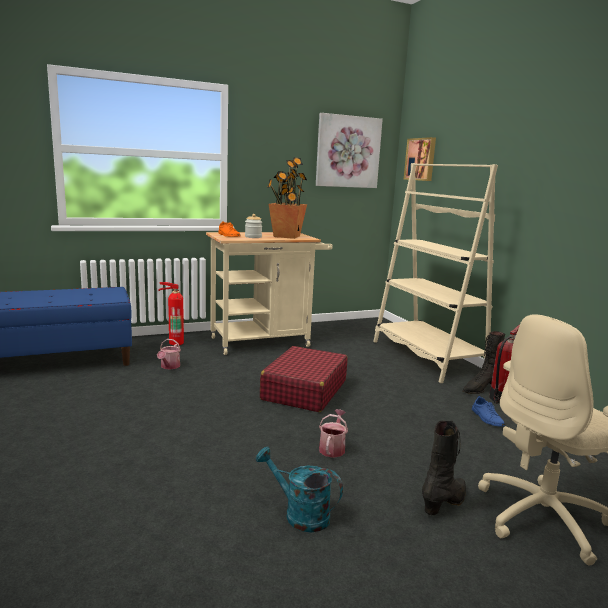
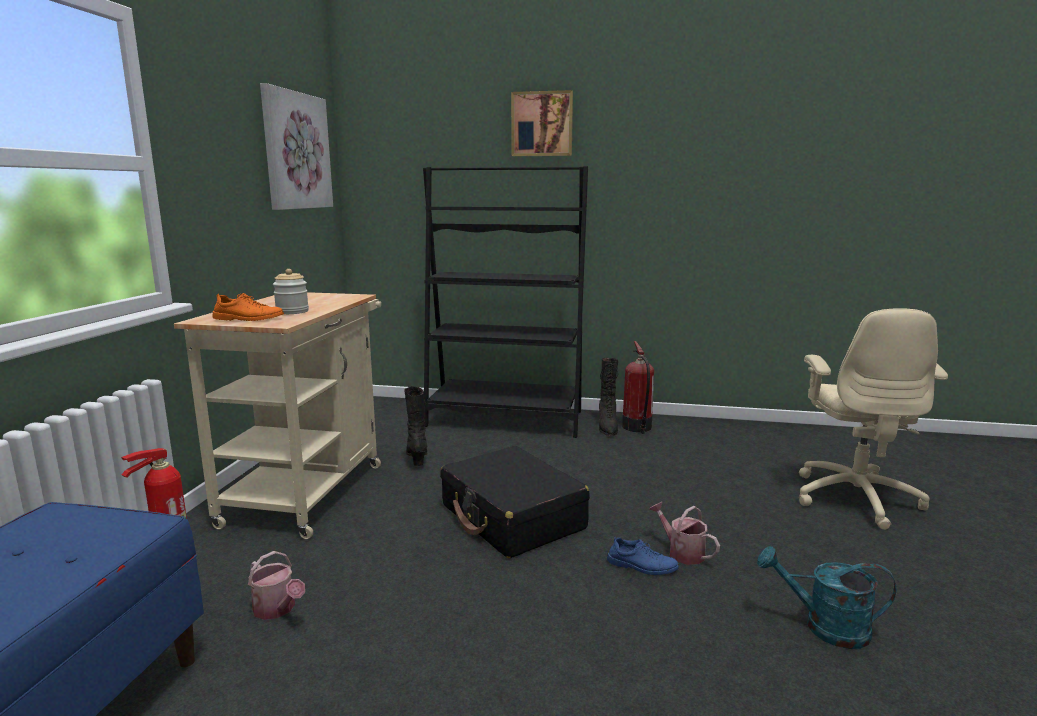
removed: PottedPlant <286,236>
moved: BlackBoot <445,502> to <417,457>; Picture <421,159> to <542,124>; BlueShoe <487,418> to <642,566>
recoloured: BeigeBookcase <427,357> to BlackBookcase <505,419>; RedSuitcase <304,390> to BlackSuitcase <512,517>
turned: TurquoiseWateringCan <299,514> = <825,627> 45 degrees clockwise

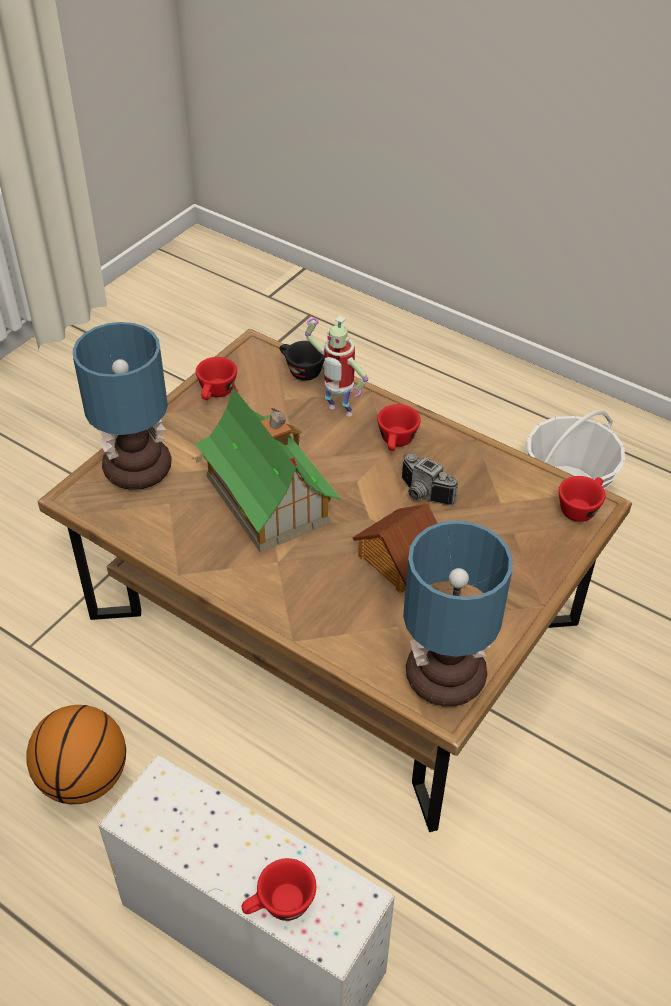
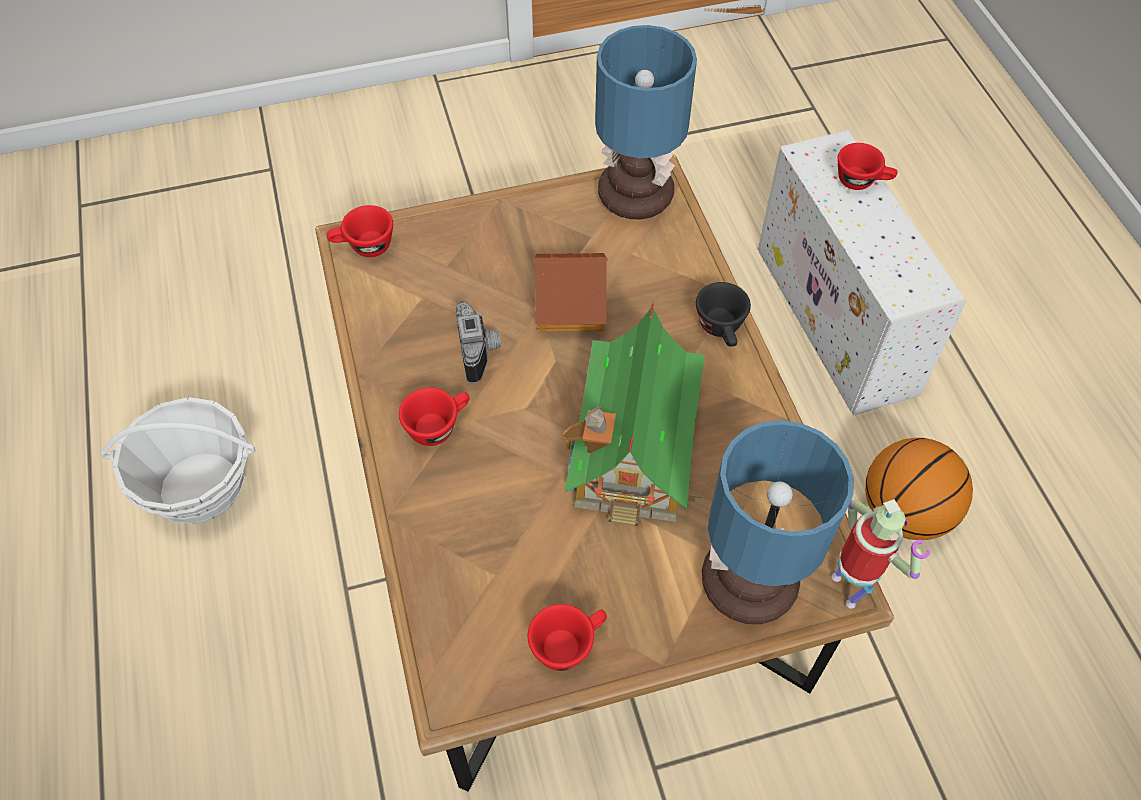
moved: BlackCup <300,371> to <722,330>; ToyRobot <337,412> to <849,589>

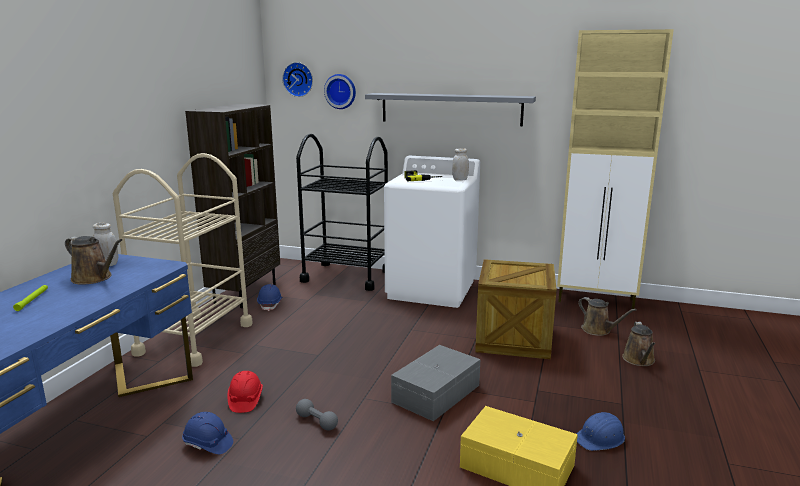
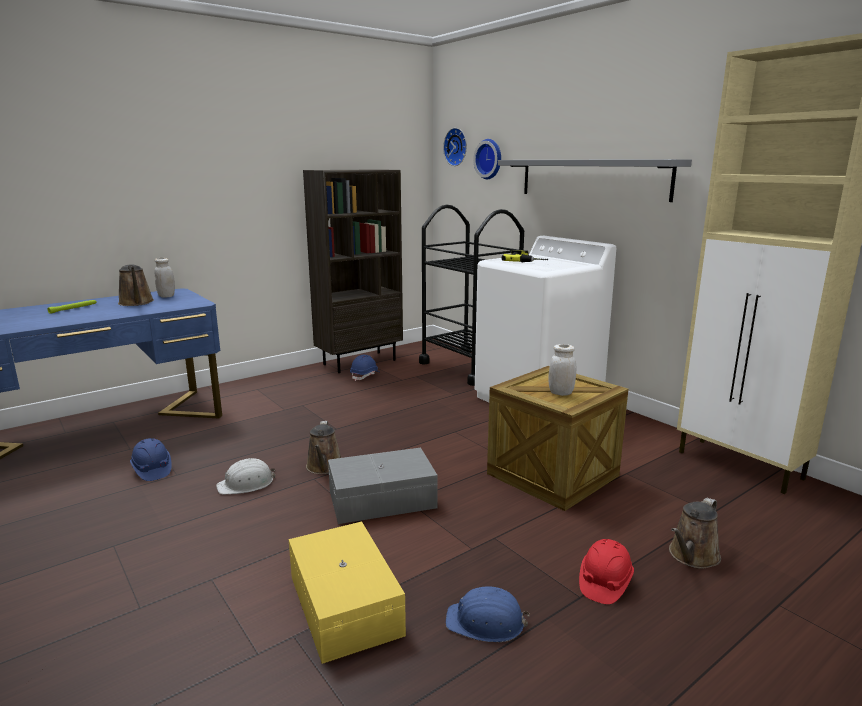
removed: BeigeCart <195,338>
moved: BrownWateringCan <598,330> to <324,467>; WhiteJar <460,180> to <560,393>; RedHardHat <245,400> to <604,582>
replaced: GreyDumbbell <316,422> to WhiteHardHat <246,484>

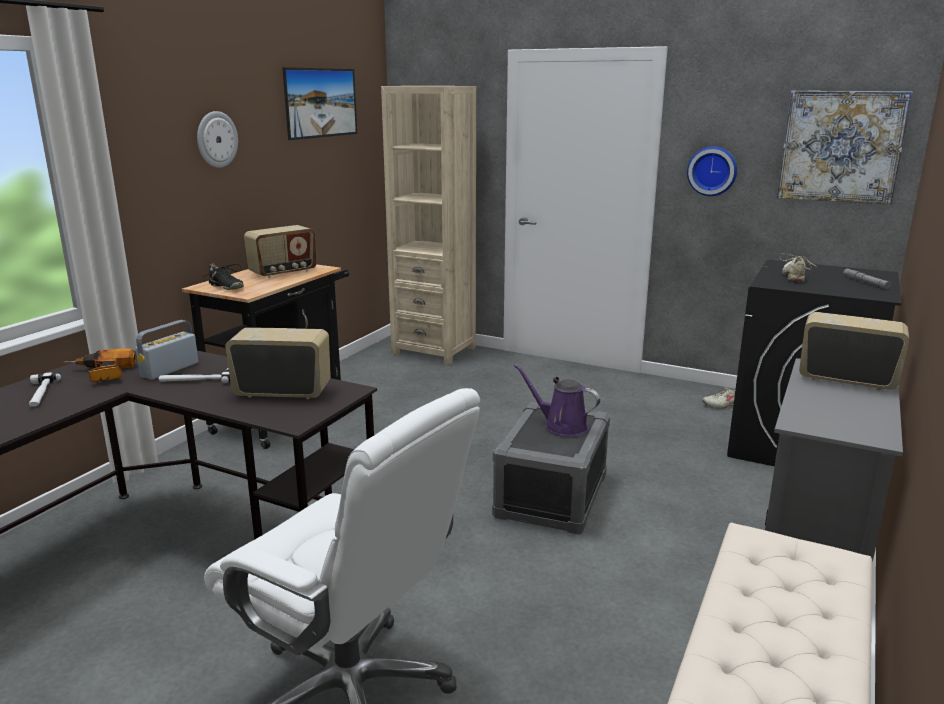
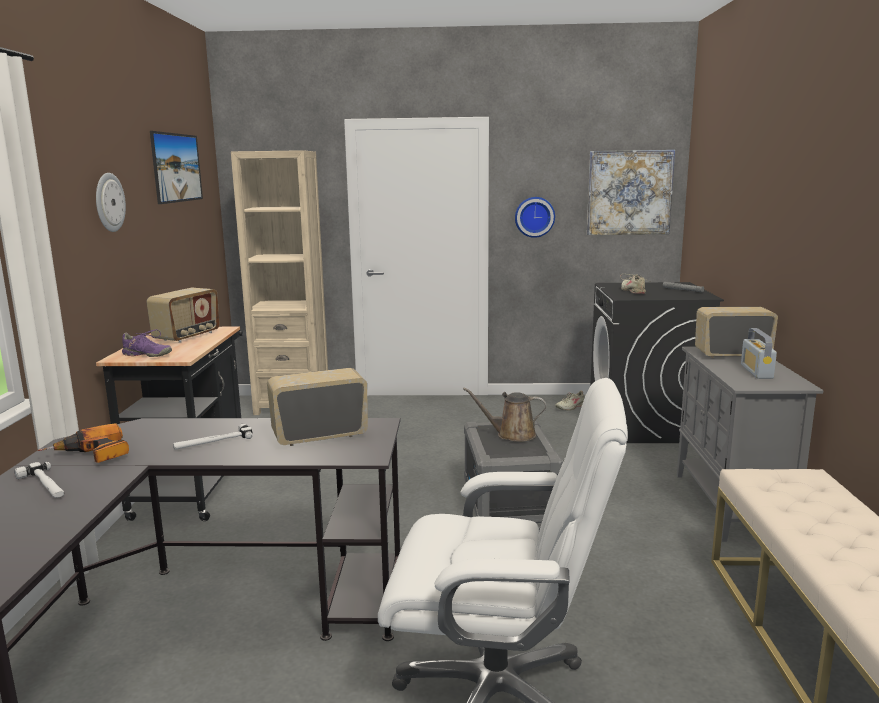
moved: Radio <169,369> to <756,371>
recoloured: BlackShoe <226,287> to PurpleShoe <147,355>; PurpleWateringCan <561,426> to BrownWateringCan <512,435>

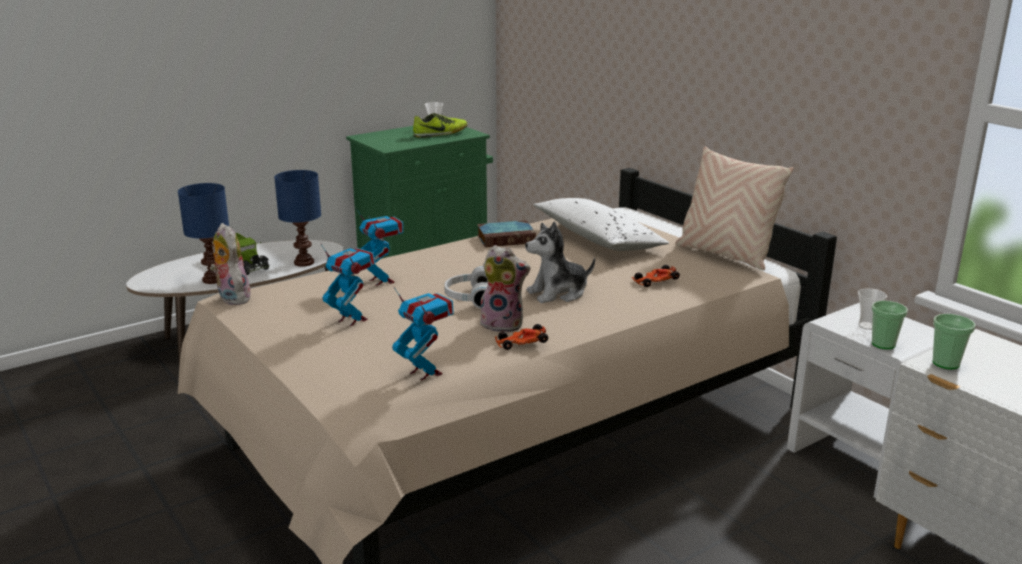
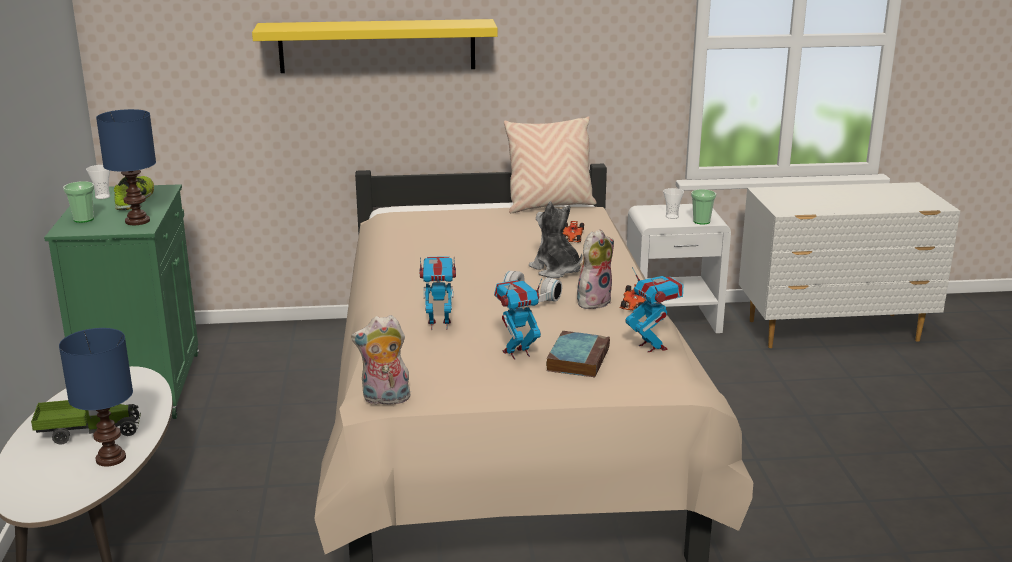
removed: WhitePillow <598,239>
added: YellowShelf <377,46>
moved: Cup <946,363> to <83,219>; BlueTableLamp <304,262> to <137,221>; Book <507,238> to <578,359>
turned: PlushToy <558,293> = <556,270> 135 degrees clockwise; ToyRobot <425,373> = <652,346> 75 degrees clockwise

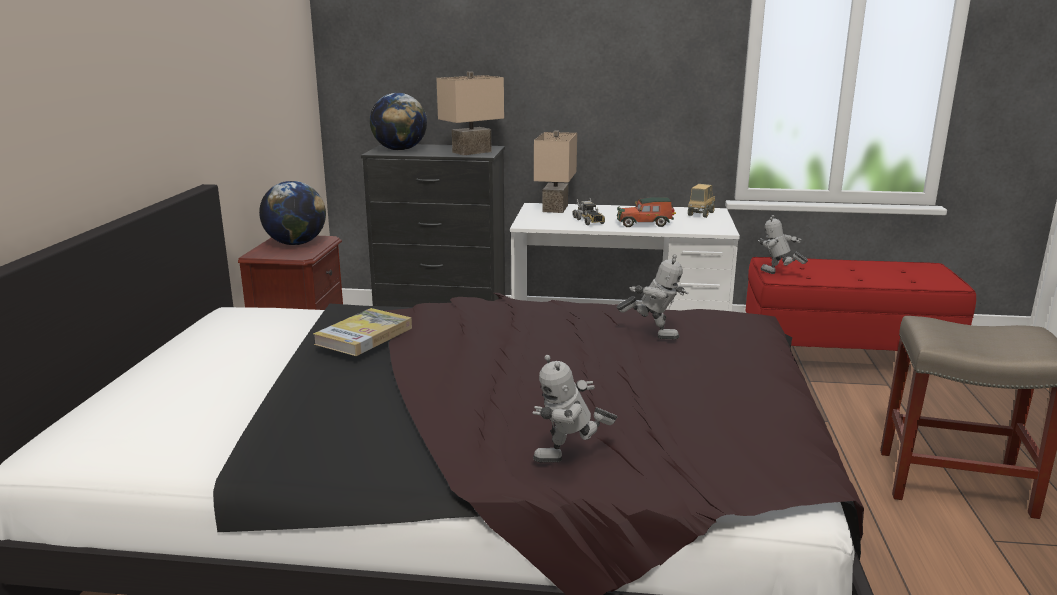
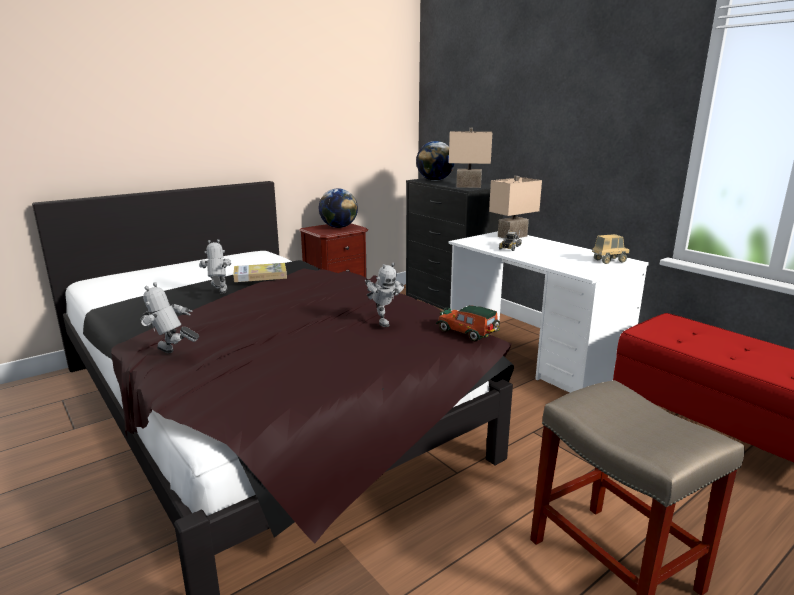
moved: ToyRobot <778,275> to <219,295>; ToyCar <645,224> to <468,333>

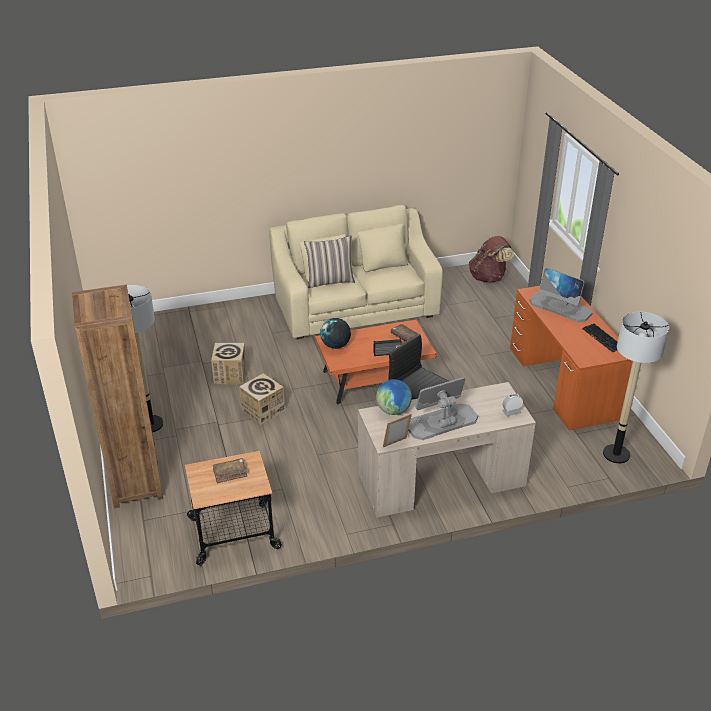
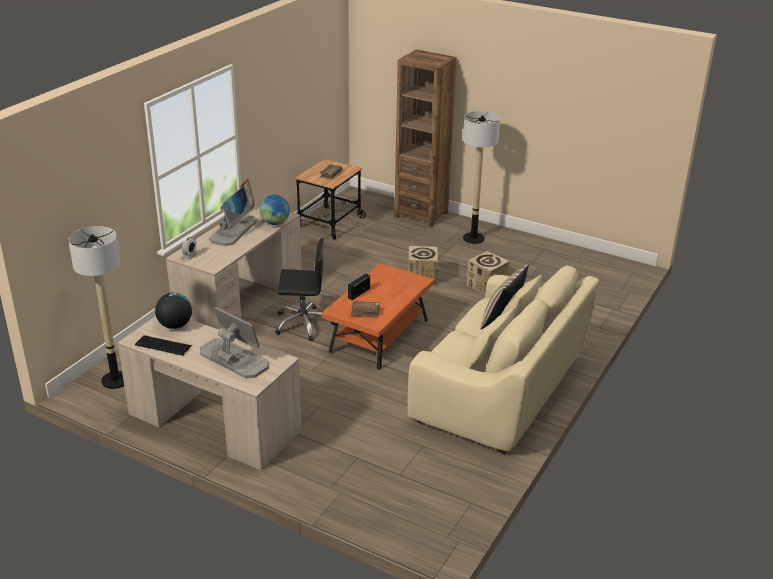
removed: BrownBackpack <488,277>
moved: Globe <335,345> to <175,325>
recoloured: OrangeDesk <563,382> to BeigeDesk <214,421>
turned: Monitor <560,307> = <233,358> 45 degrees clockwise

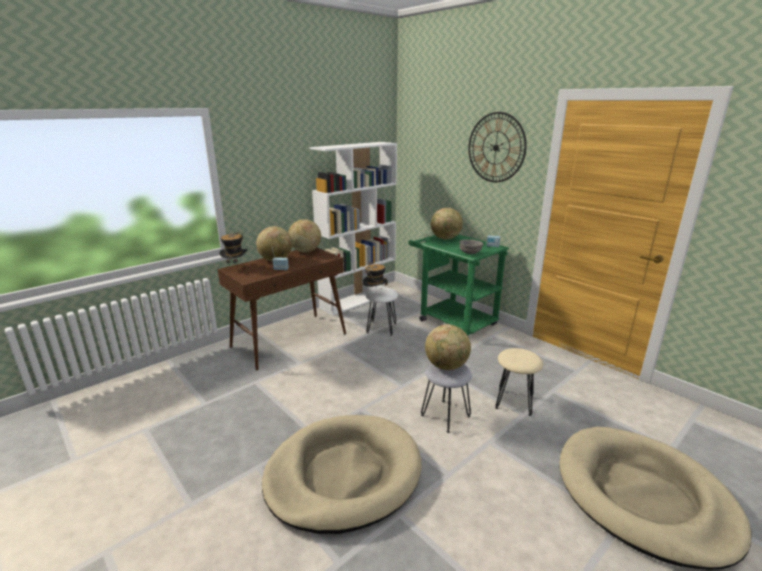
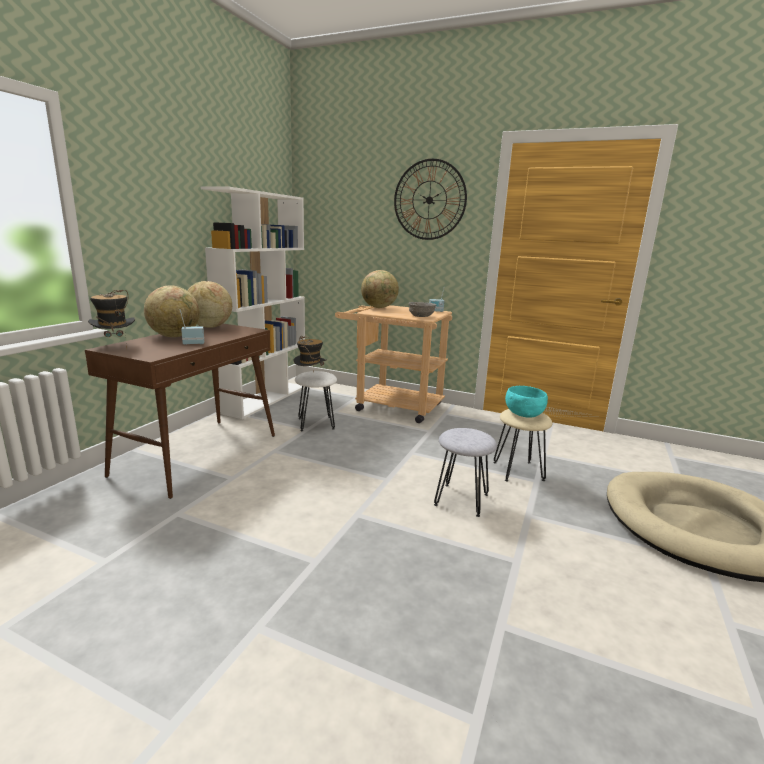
removed: BeigeDogBed <343,474>; Globe <446,366>
added: TurquoiseBowl <523,414>
recoloured: GreenCart <452,320> to BeigeCart <391,406>

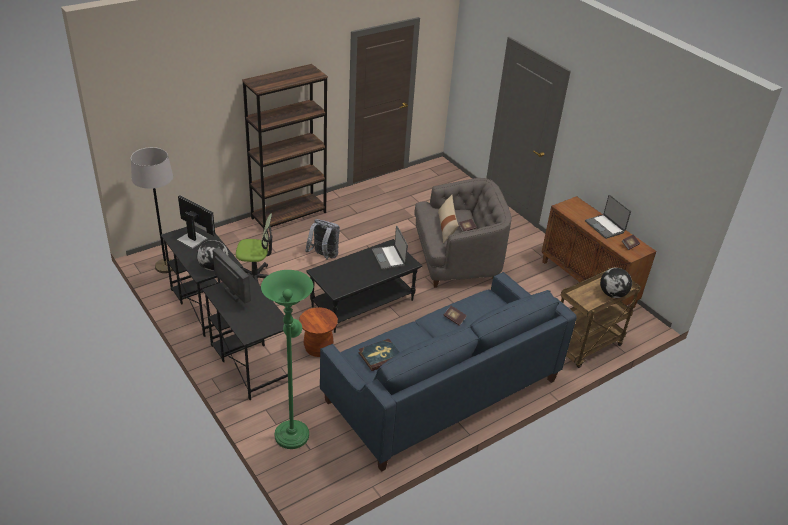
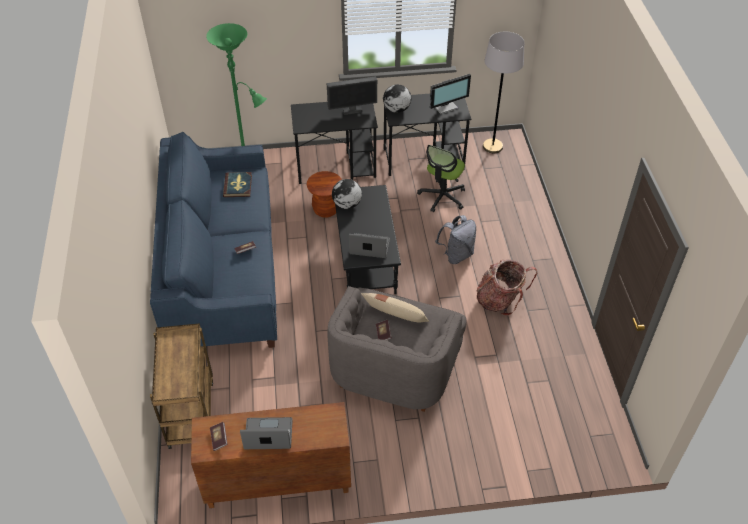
removed: BrownBookcase <289,215>
added: Backpack <500,300>
moved: Globe <613,294> to <346,204>

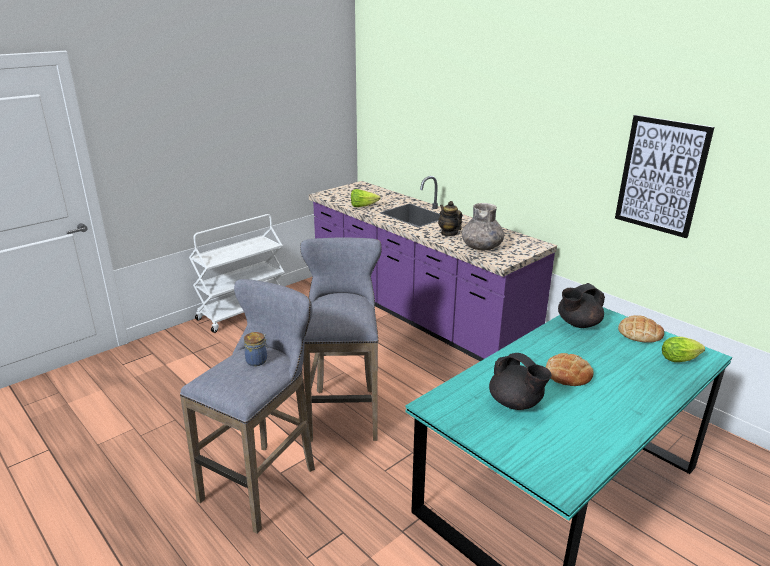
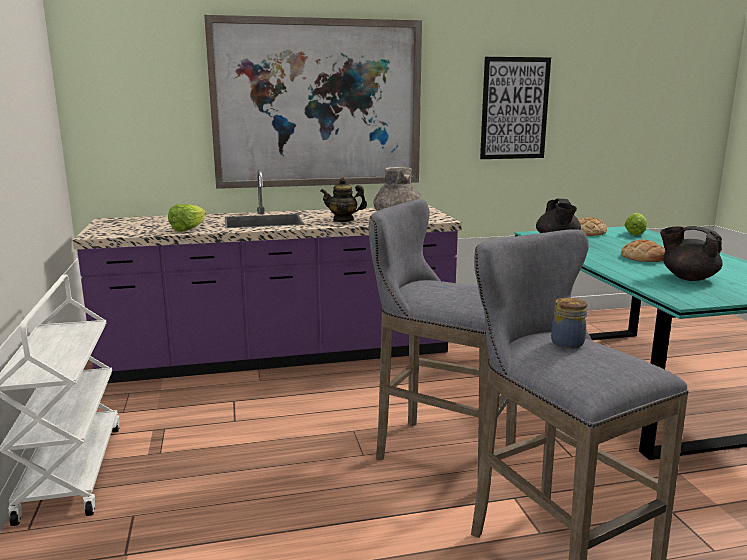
added: Picture <317,104>
turned: BlackTeapot <516,403> = <688,278> 135 degrees counterclockwise

